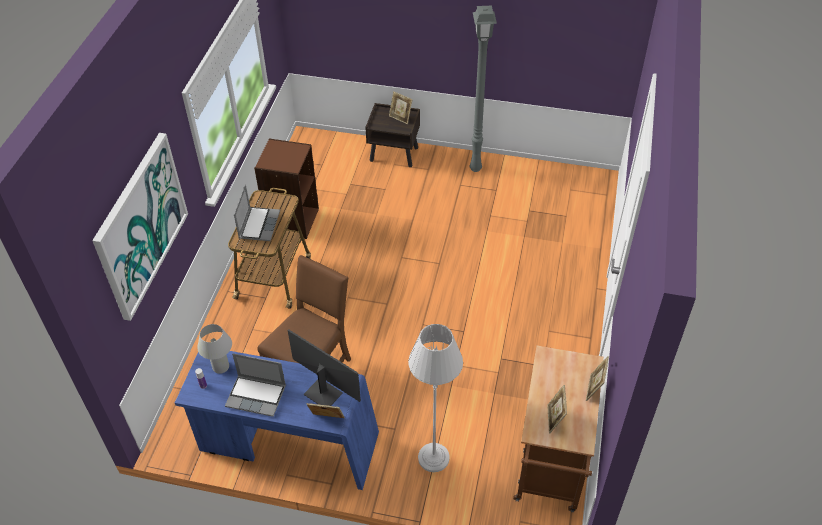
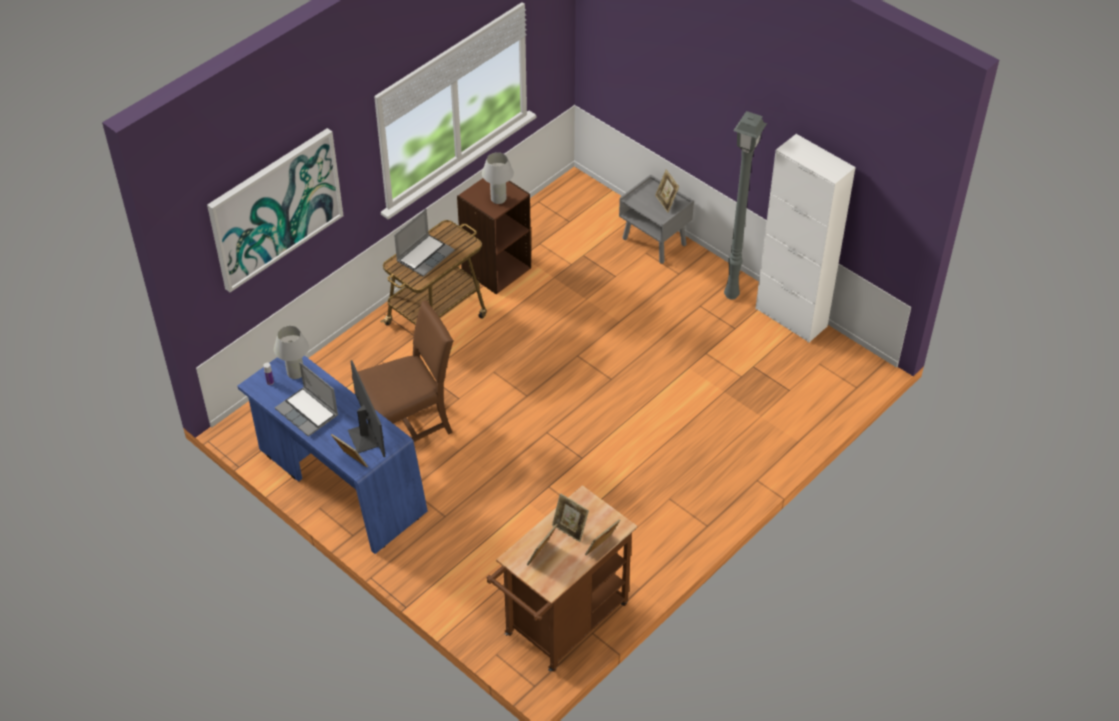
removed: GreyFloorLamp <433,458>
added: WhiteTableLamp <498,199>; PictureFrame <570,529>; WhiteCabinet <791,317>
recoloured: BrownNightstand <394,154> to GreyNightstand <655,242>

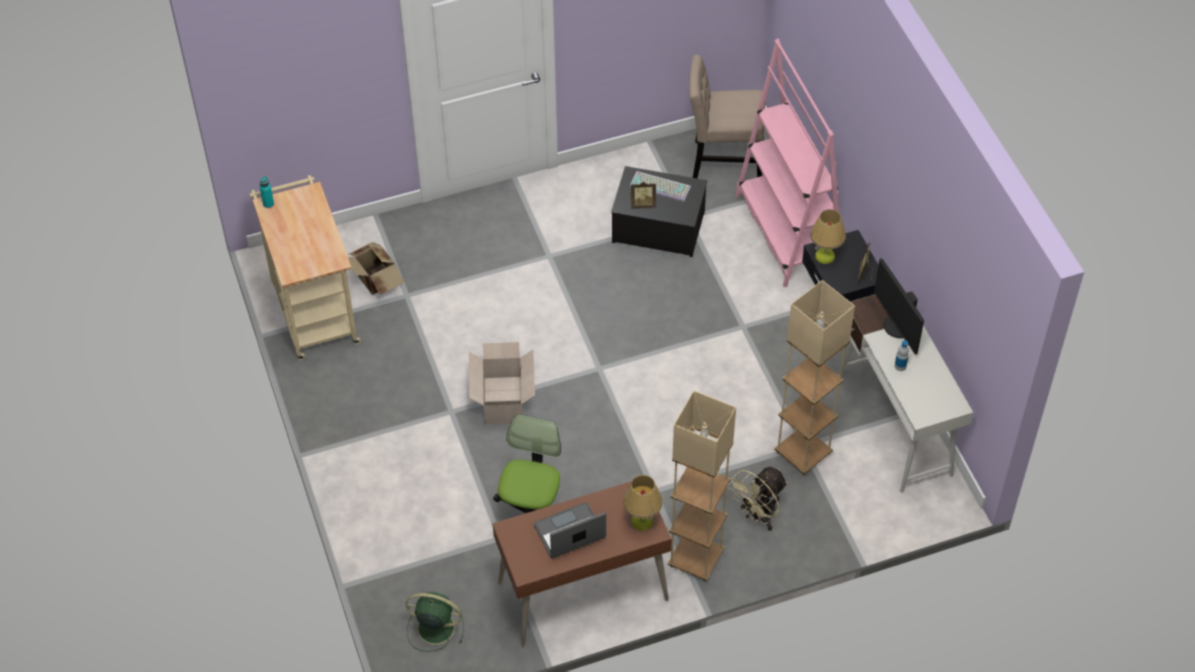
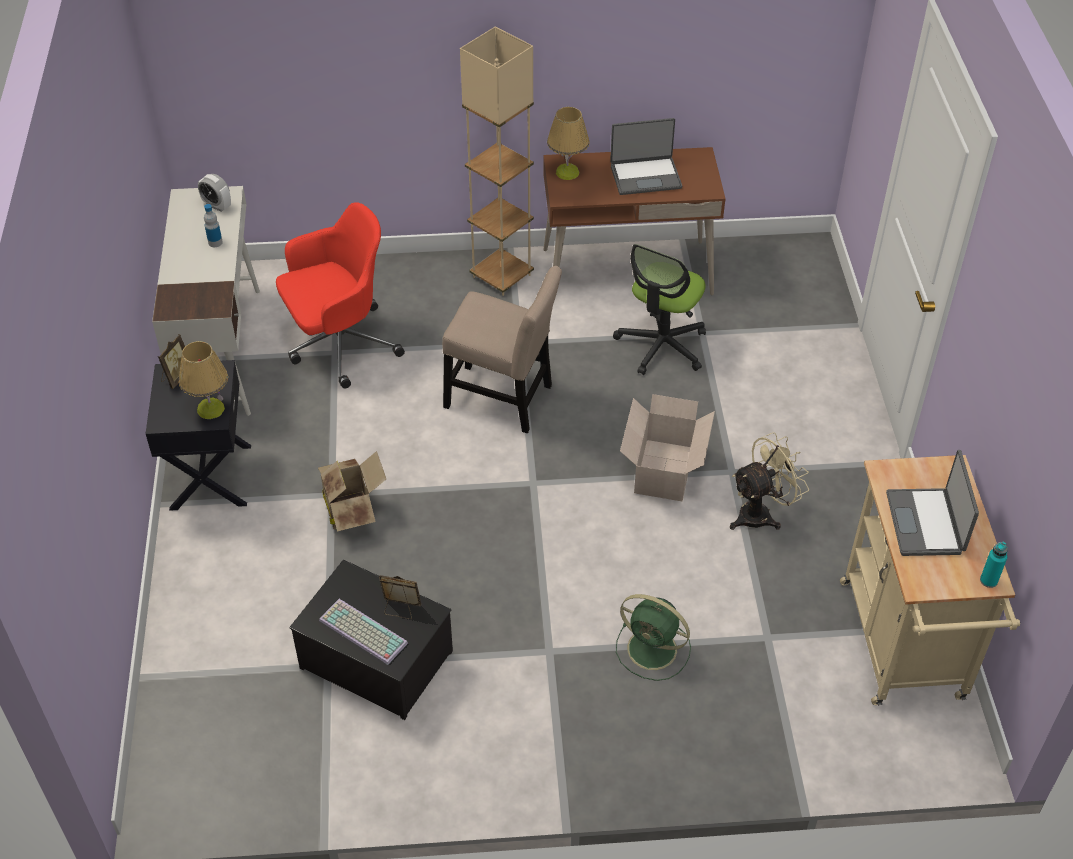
removed: PinkBookcase <788,231>; Monitor <897,326>
added: AlarmClock <217,205>; Laptop <926,523>
moved: CardboardBox <375,282> to <352,509>; BeigeChair <723,161> to <503,399>; GreenFan <434,627> to <654,650>; BeigeFan <758,516> to <761,513>
replaced: BeigeFloorLamp <803,453> to RedOfficeChair <339,344>

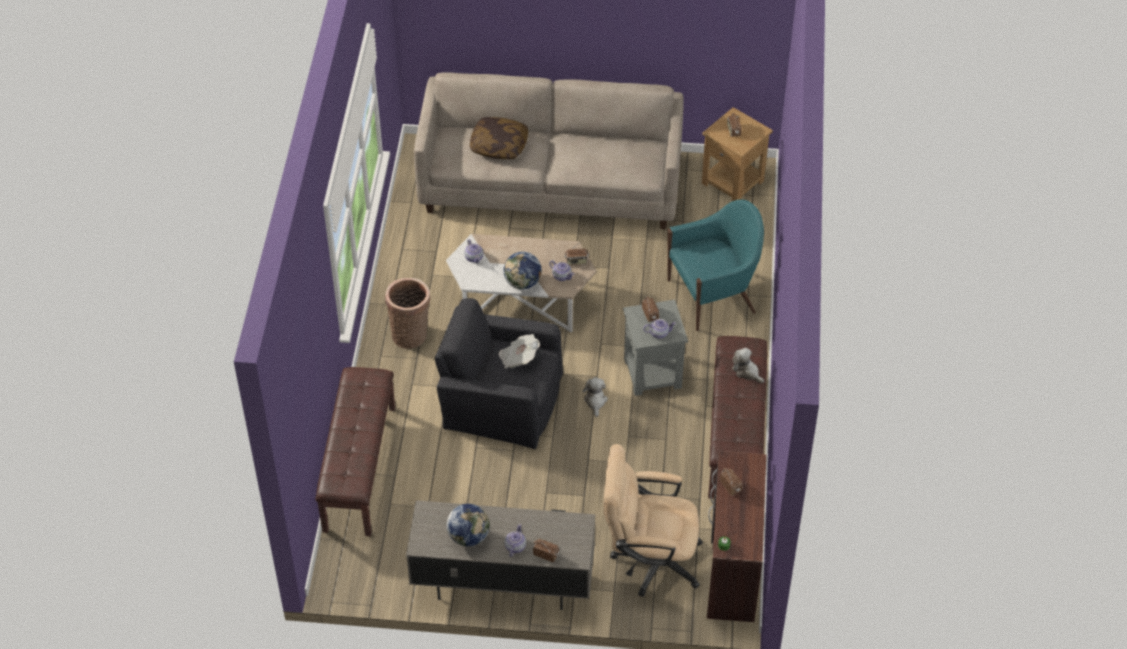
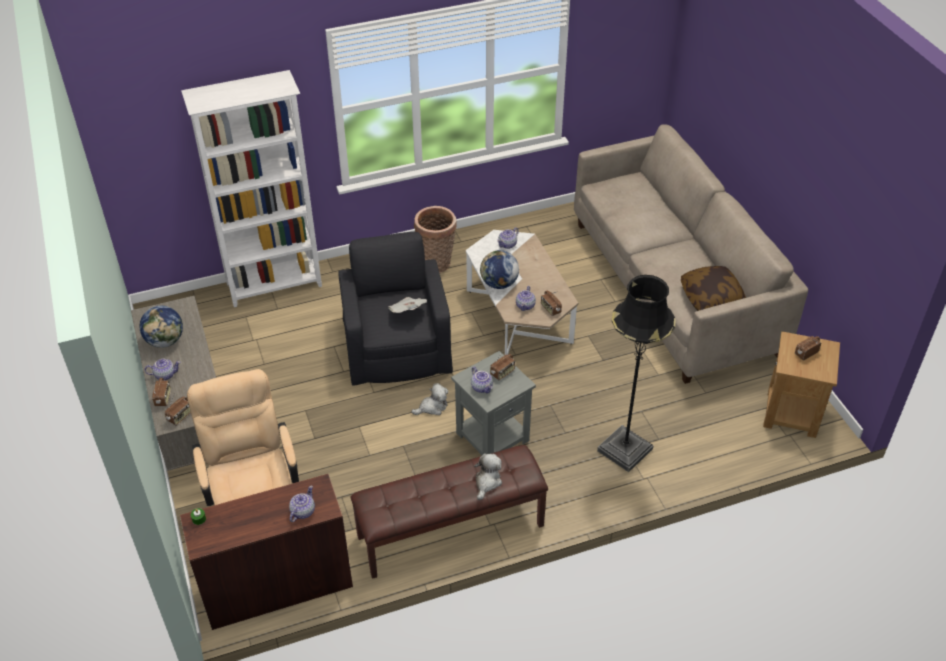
added: Teapot <302,512>
moved: Radio <730,486> to <180,417>; Pillow <499,146> to <711,298>
replaced: BrownBench <358,468> to WhiteBookcase <275,285>; TurquoiseArmchair <713,296> to BlackFloorLamp <624,450>

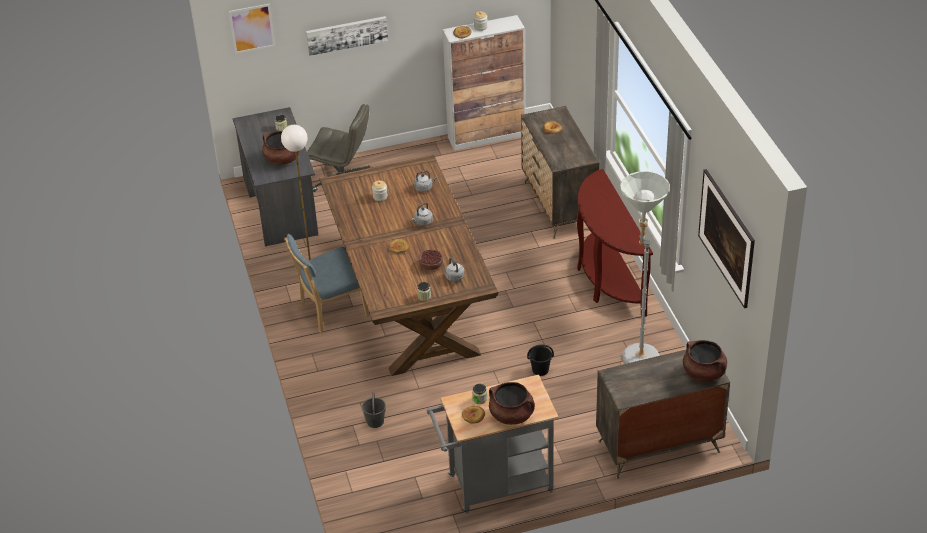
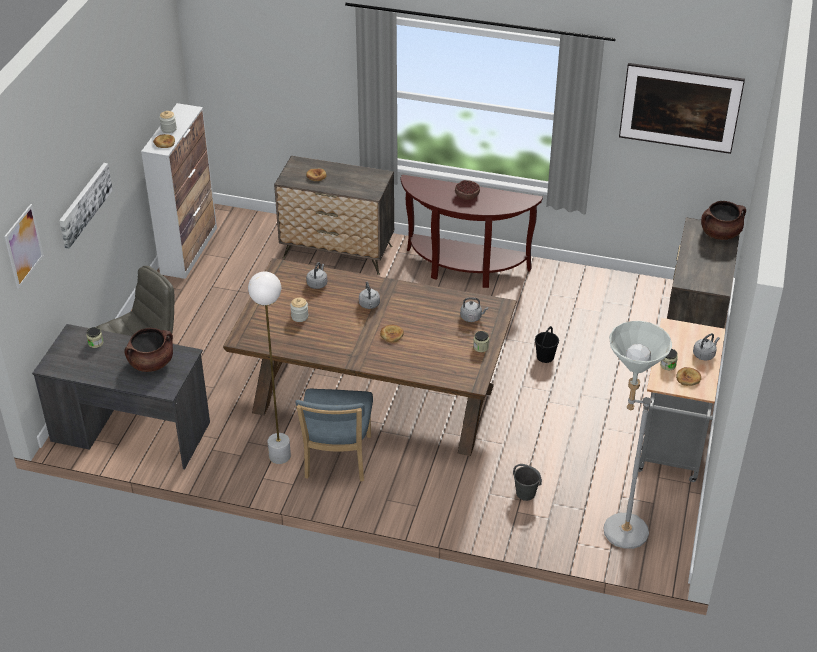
moved: Bowl <431,264> to <467,195>; GreyFloorLamp <637,352> to <615,529>
replaced: BrownCookingPot <512,415> to GreyKettle <704,354>

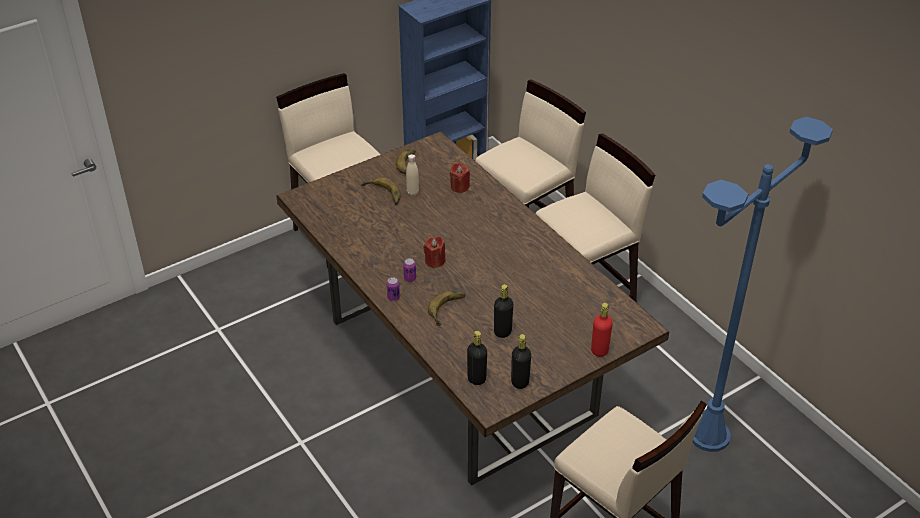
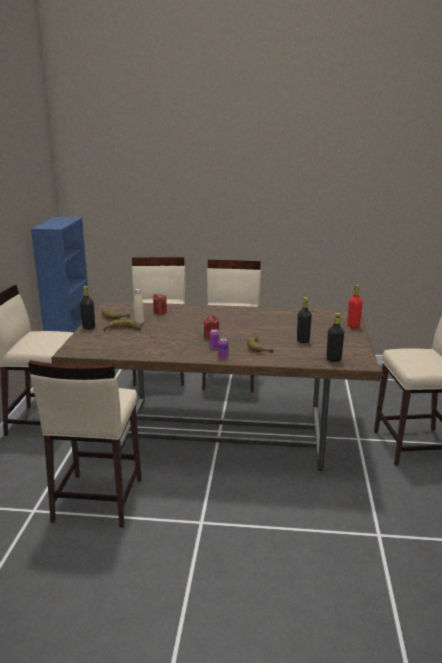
removed: BlueFloorLamp <709,436>
added: BeigeStool <97,500>
moved: BlackBottle <520,382> to <89,327>

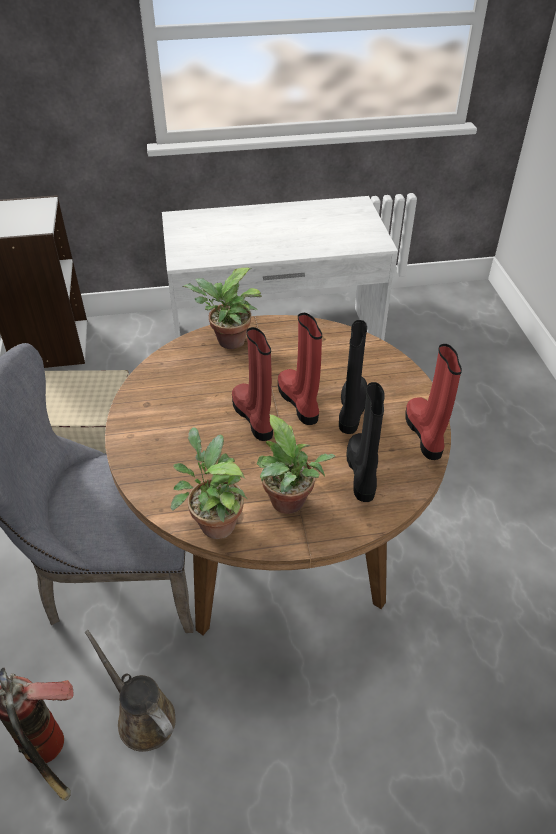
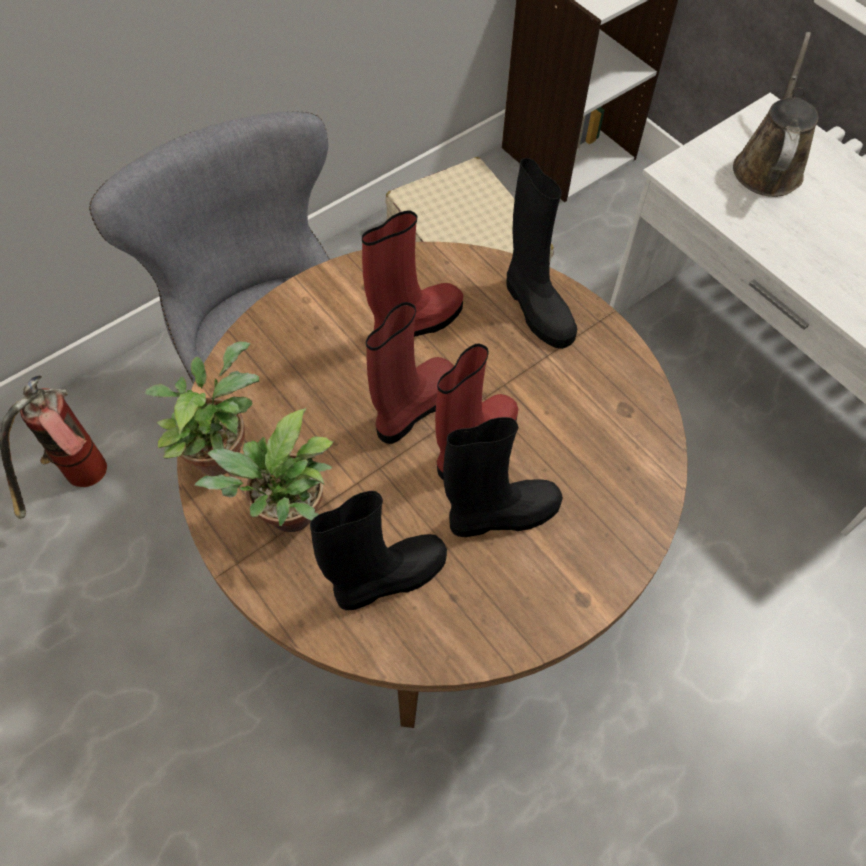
moved: RedBoot <425,434> to <416,324>; BrownWateringCan <142,716> to <768,165>
replaced: PottedPlant <228,342> to BlackBoot <536,308>

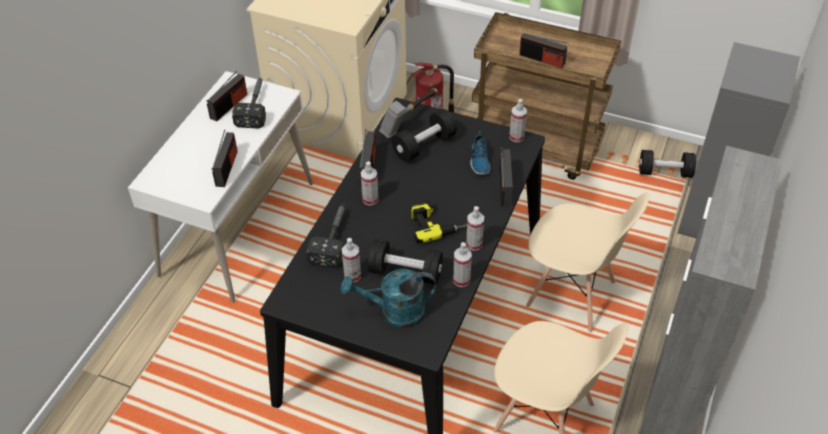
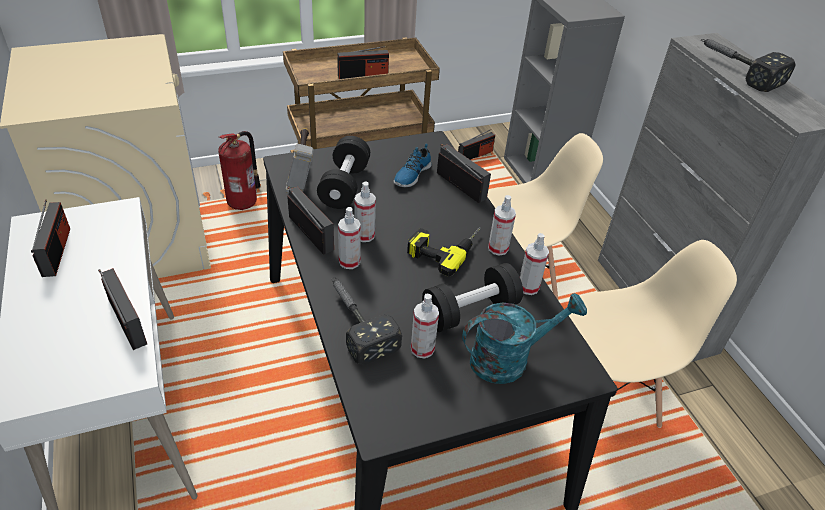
moved: SprayBottle <516,137> to <364,235>; Hammer <255,106> to <735,69>
replaced: BlackDumbbell <665,172> to Radio <475,155>
turned: Shoe <479,160> = <411,174> 75 degrees clockwise; TurquoiseWateringCan <394,312> = <509,359> 150 degrees counterclockwise

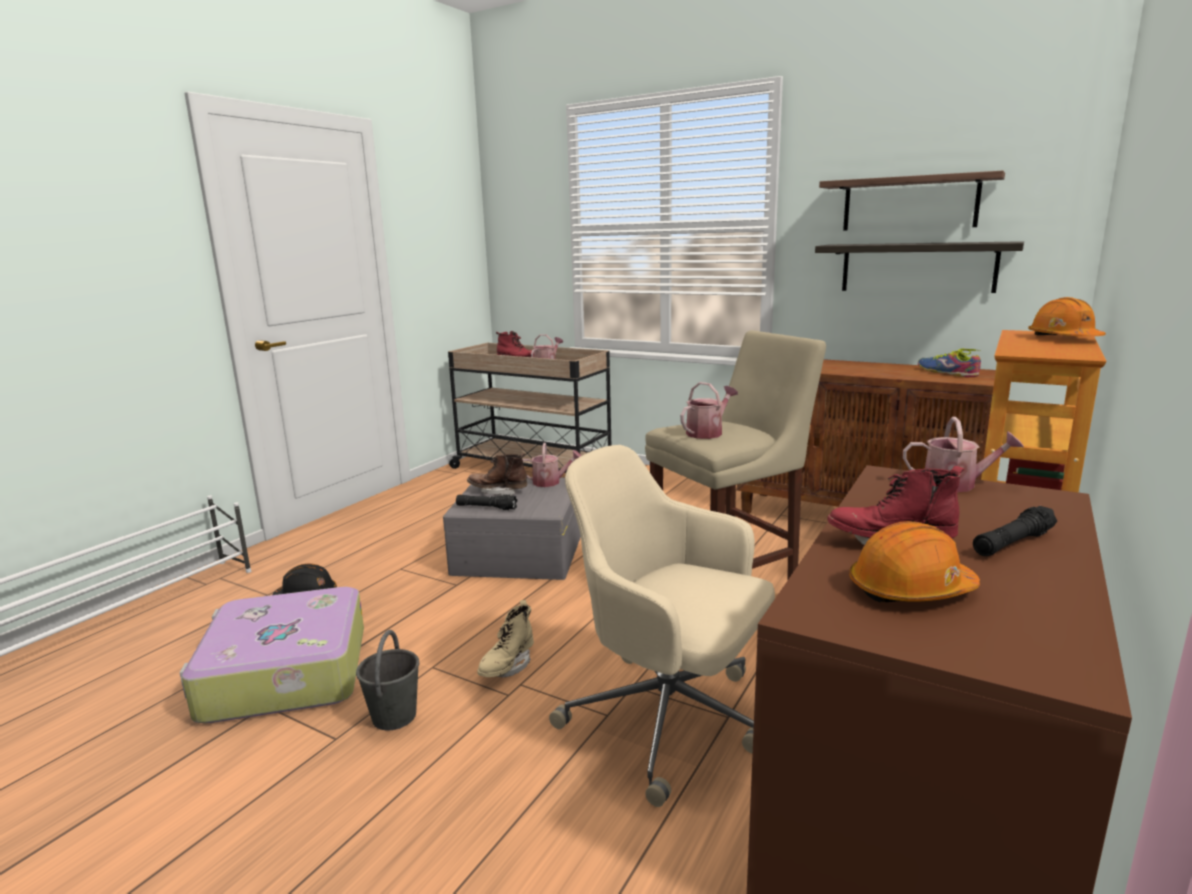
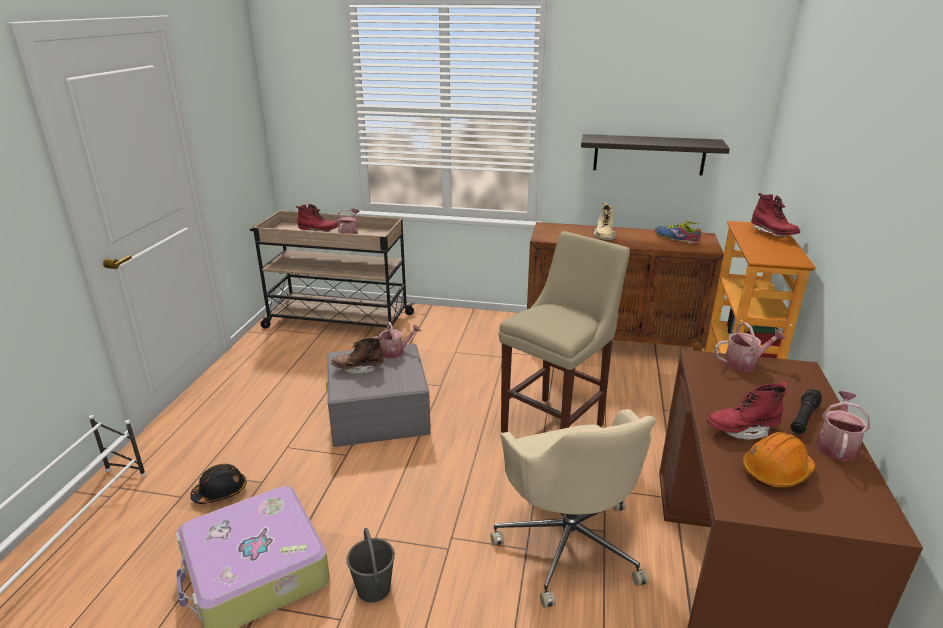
removed: BlackFlashlight <486,507>; Shelf <909,203>
moved: BeigeBoot <507,666> to <604,237>; WateringCan <707,432> to <836,445>
replaced: OrangeHardHat <1063,338> to RedBoot <772,234>
turned: BeigeOfficeChair <669,720> = <569,542> 120 degrees counterclockwise

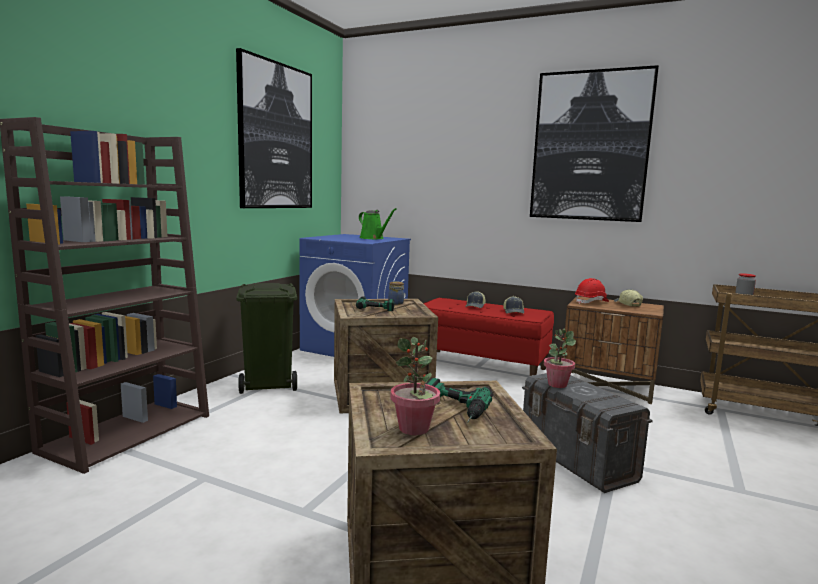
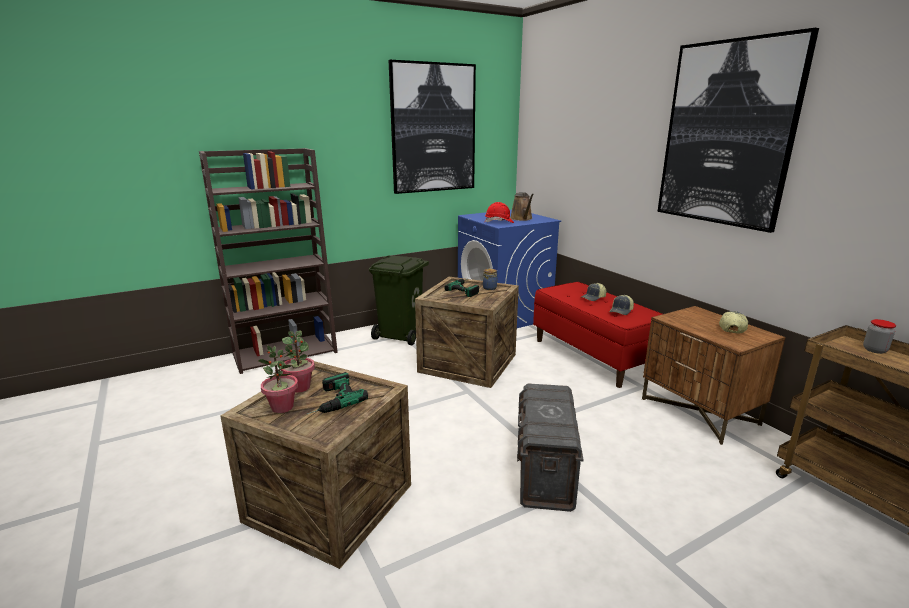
moved: PottedPlant <557,384> to <300,387>; RedHardHat <591,302> to <499,222>
recoloured: GreenWateringCan <373,238> to BrownWateringCan <522,219>

